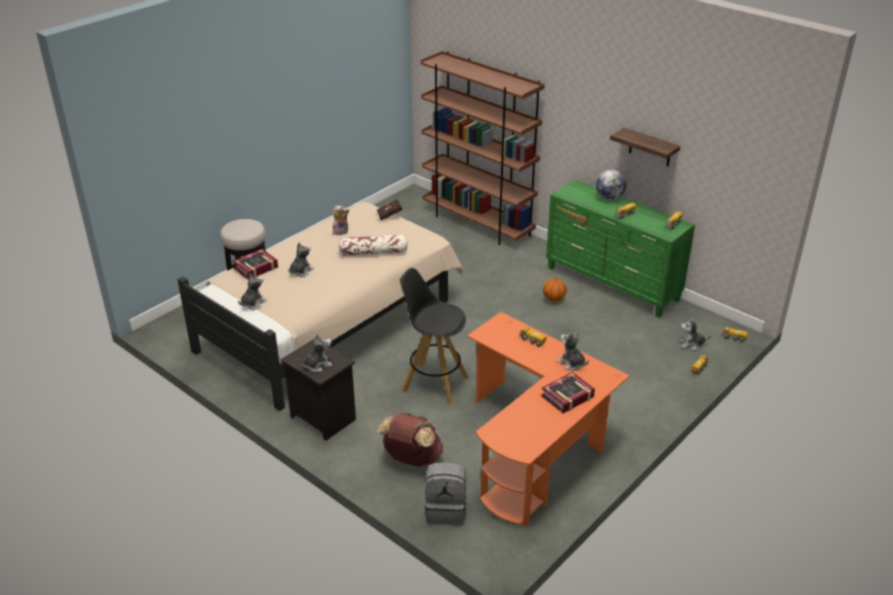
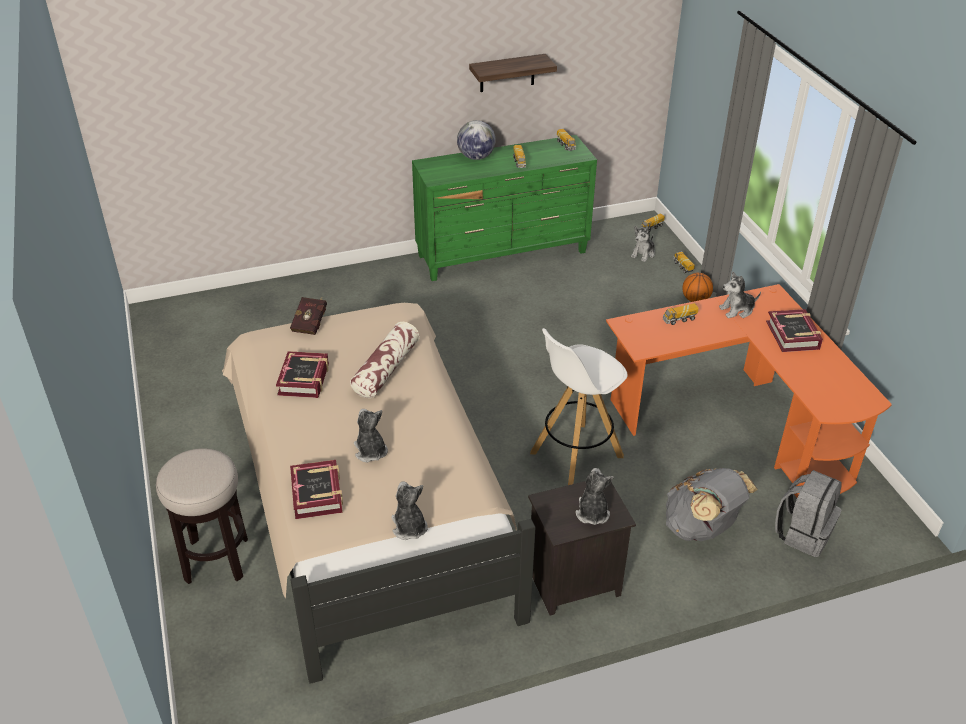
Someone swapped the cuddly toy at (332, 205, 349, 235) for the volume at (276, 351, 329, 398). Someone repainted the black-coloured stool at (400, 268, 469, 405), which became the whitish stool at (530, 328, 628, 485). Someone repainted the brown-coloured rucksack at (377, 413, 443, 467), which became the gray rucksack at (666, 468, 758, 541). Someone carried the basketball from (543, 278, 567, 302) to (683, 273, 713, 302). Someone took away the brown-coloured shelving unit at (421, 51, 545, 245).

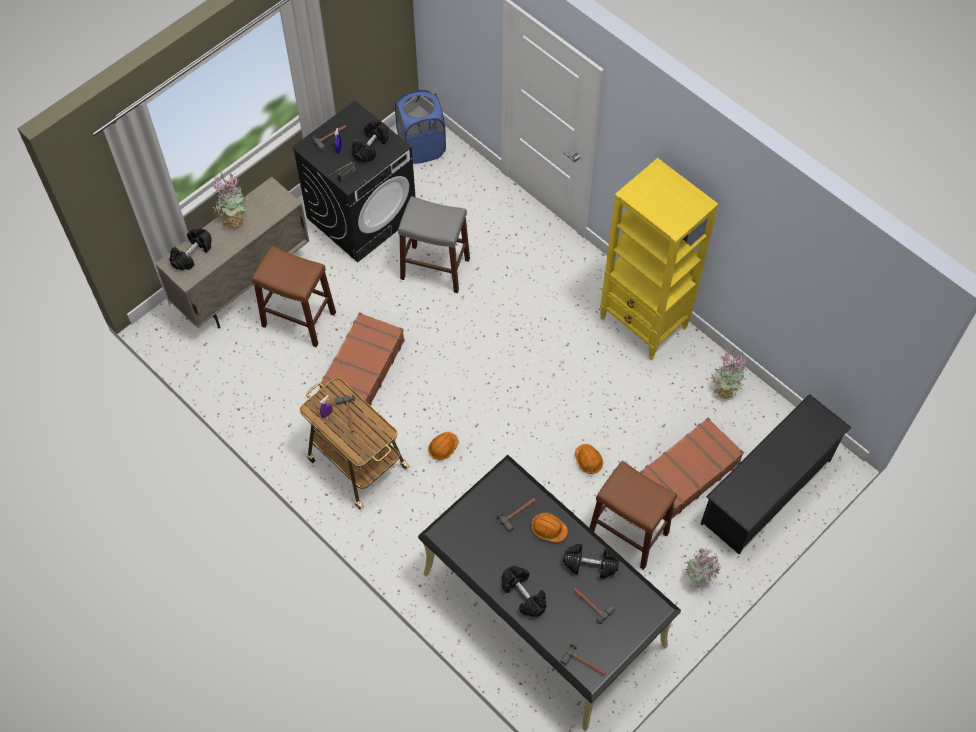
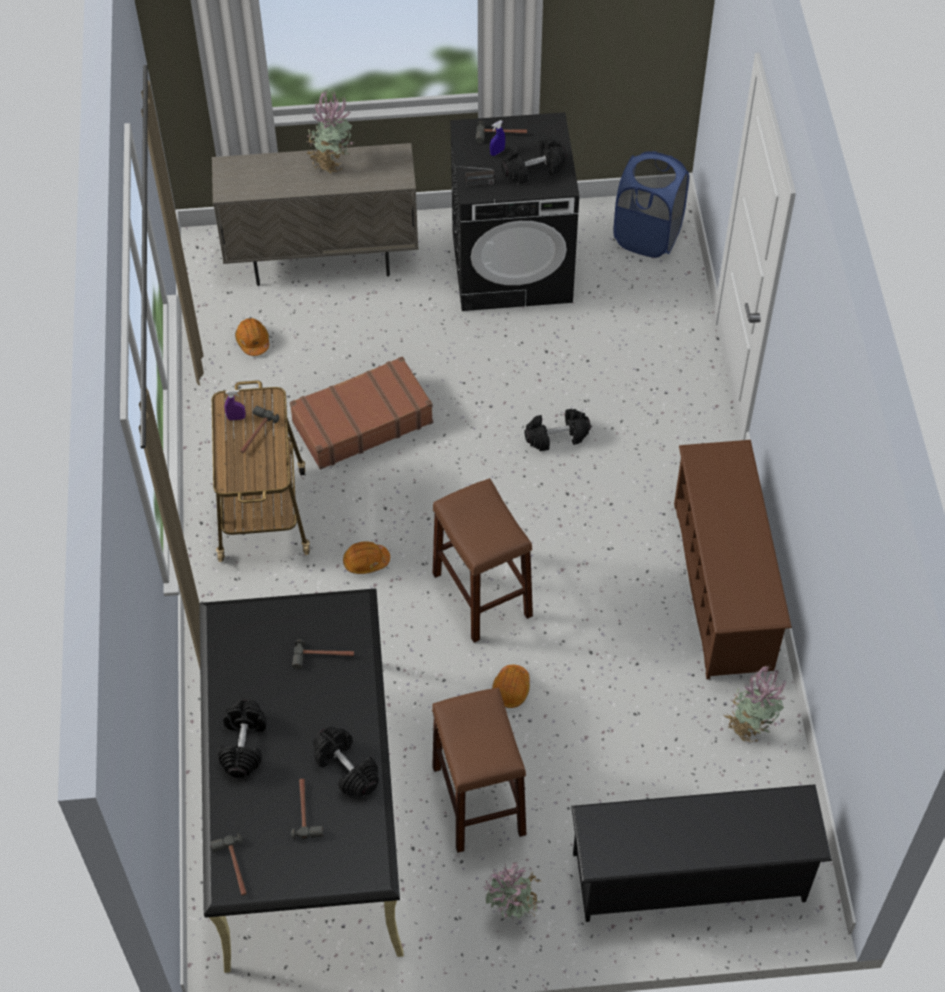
Someone carried the orange-coloured hard hat from (531, 512, 568, 543) to (235, 318, 269, 356). Someone carried the brown-coloured stool from (252, 246, 336, 347) to (433, 478, 533, 643). Someone carried the black-coloured hand weight from (169, 228, 212, 270) to (524, 409, 591, 451). Someone swapped the yellow shelving unit at (600, 158, 718, 360) for the brown-coloured shoe stand at (674, 440, 792, 679). Someone took away the gray stool at (398, 196, 470, 293). Someone took away the brown-coloured suitcase at (640, 418, 744, 518).

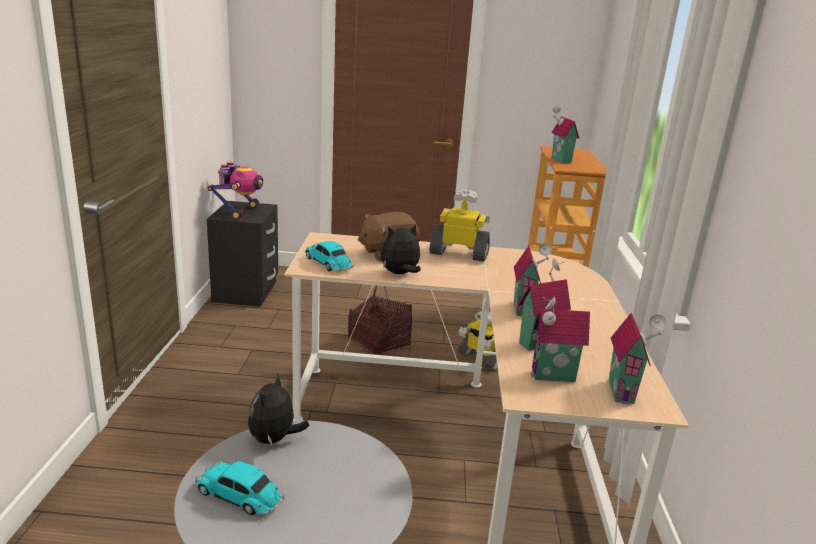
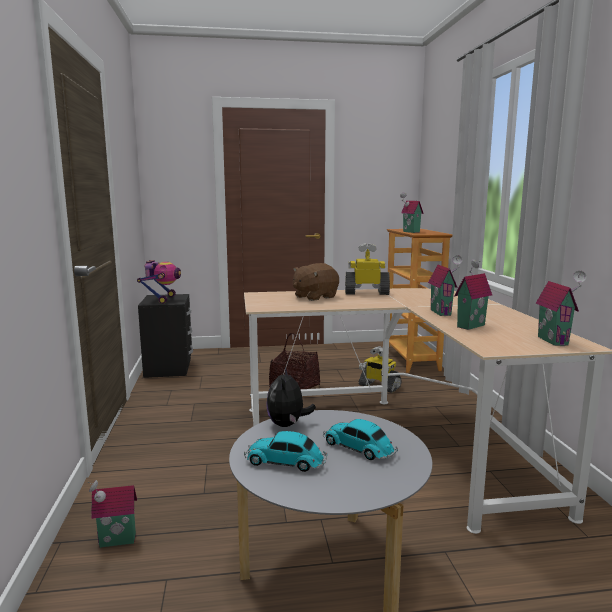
Someone carried the miniature house from (531, 296, 590, 382) to (88, 480, 137, 548). Someone carried the miniature car from (305, 241, 354, 271) to (323, 419, 398, 460). Someone took away the cuddly toy at (381, 224, 421, 274).

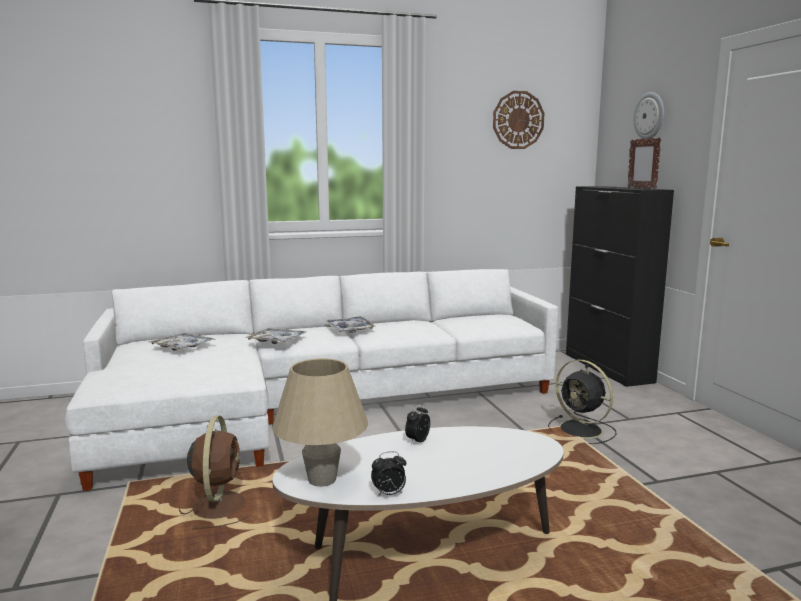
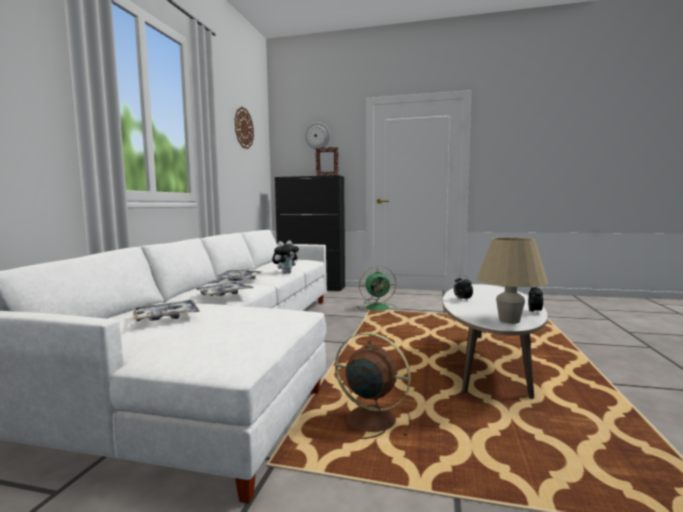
Someone put down the cuddly toy at (272, 241, 299, 274). Someone repainted the black-coloured fan at (548, 360, 616, 444), which became the greenish fan at (357, 266, 397, 312).

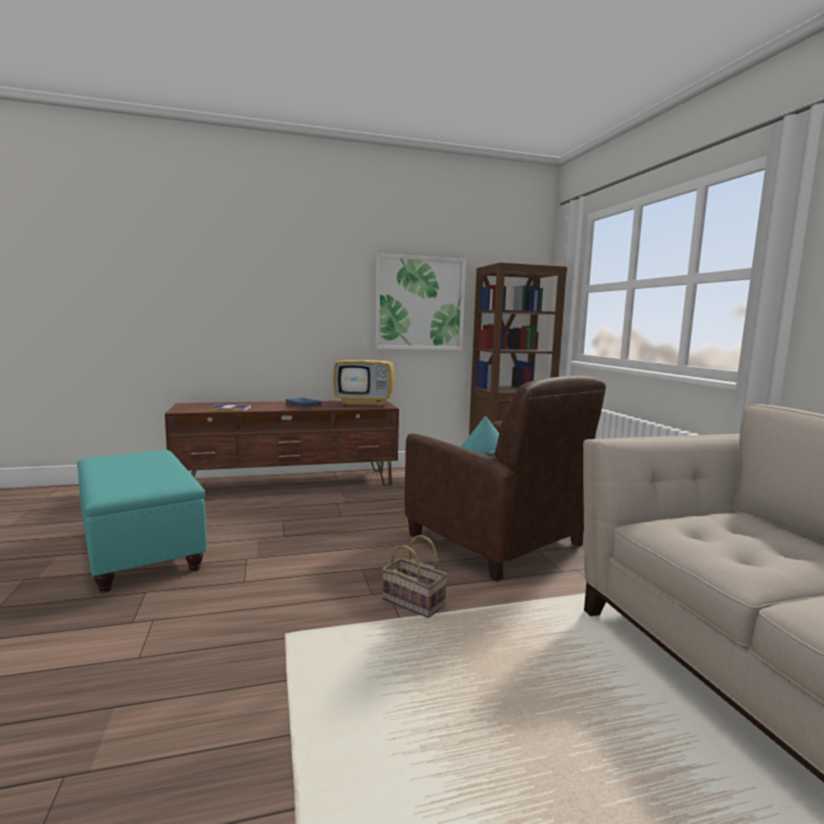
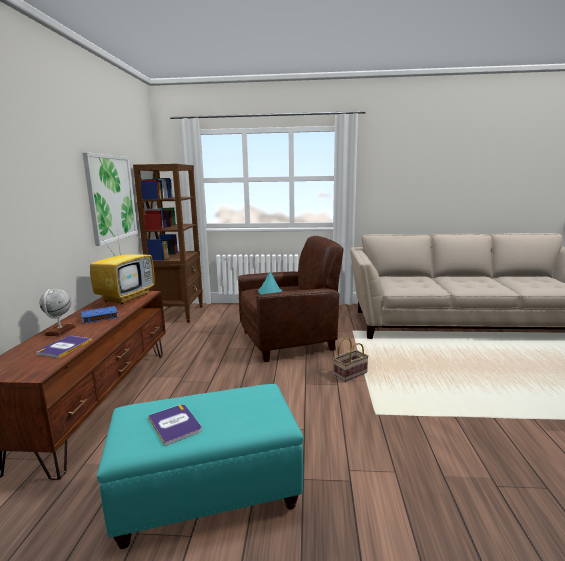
Someone put down the world globe at (40, 289, 76, 336). Someone put down the volume at (148, 404, 202, 446).

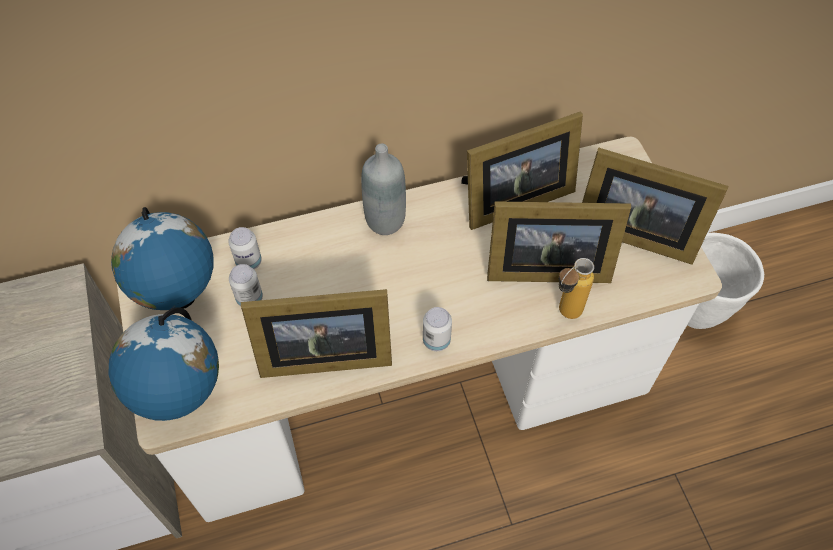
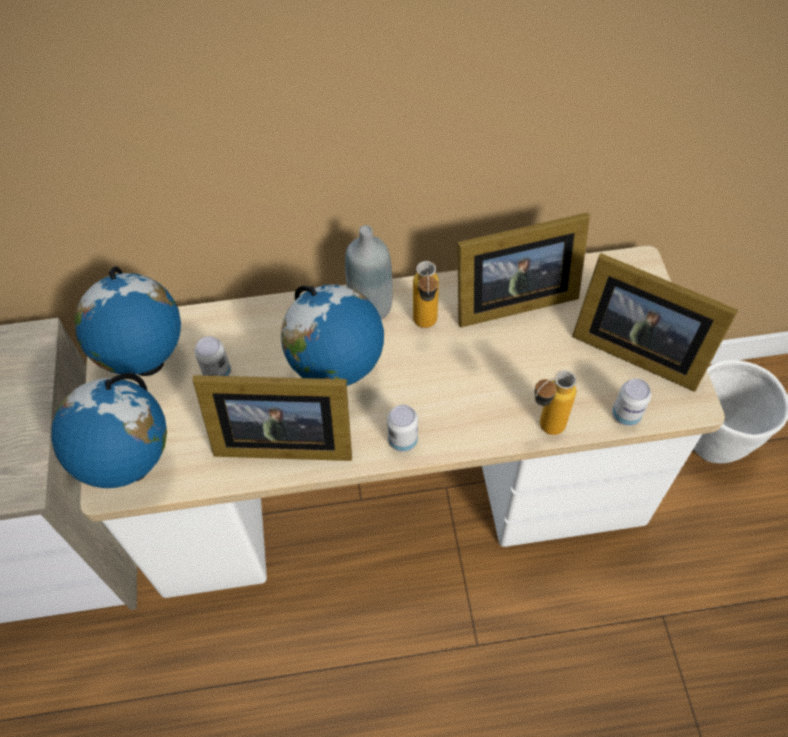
Someone put down the world globe at (281, 285, 384, 386). Someone put down the drink bottle at (413, 261, 439, 328). Someone carried the can from (228, 227, 262, 269) to (612, 379, 651, 426). Someone took away the picture frame at (487, 201, 631, 283).

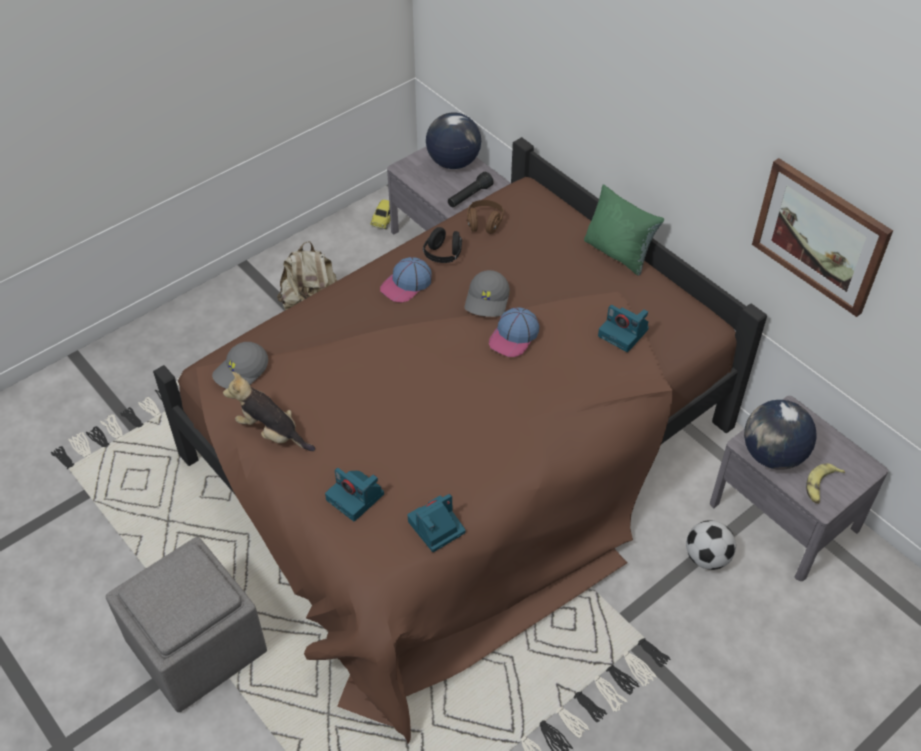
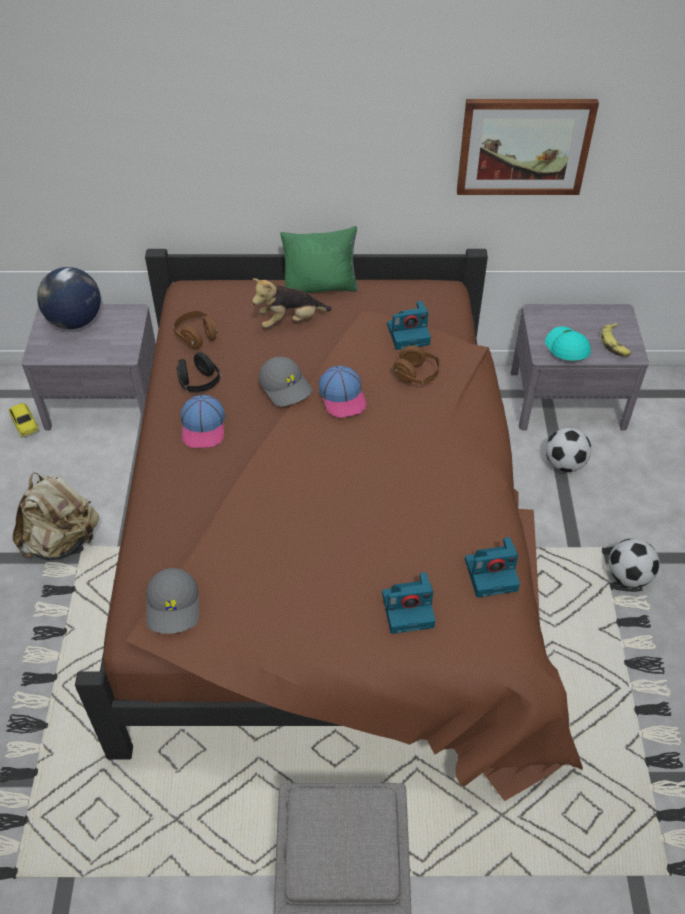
Someone carried the cuddly toy from (223, 372, 315, 451) to (252, 278, 332, 328). Someone put down the brown-coloured headphones at (393, 346, 441, 384). Someone rotated the still camera at (408, 494, 466, 552) by 105 degrees counterclockwise. Someone swapped the world globe at (744, 400, 817, 470) for the turquoise-coloured baseball cap at (545, 326, 591, 360). Someone put down the ball for football at (608, 539, 660, 587). Someone took away the black-coloured flashlight at (448, 172, 494, 207).

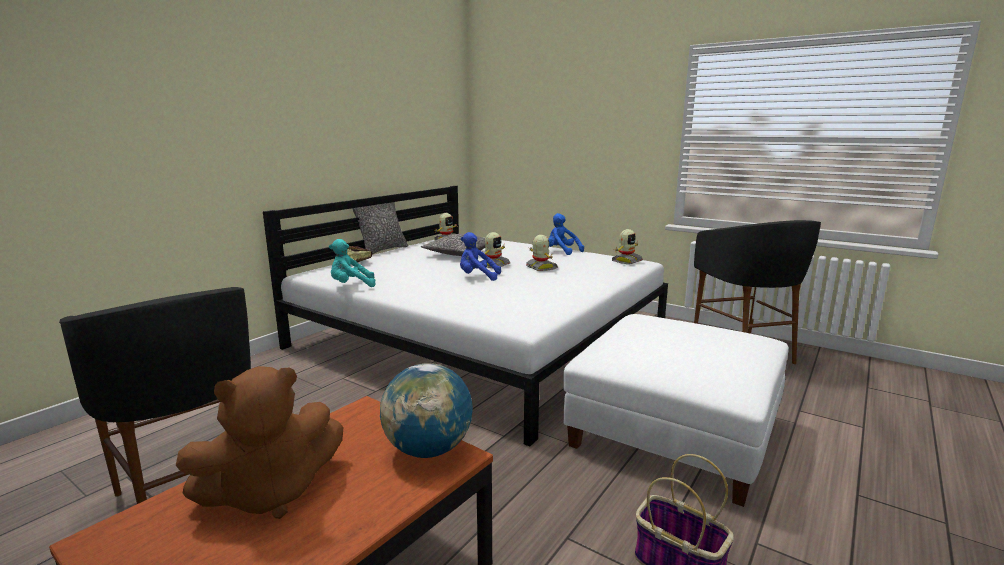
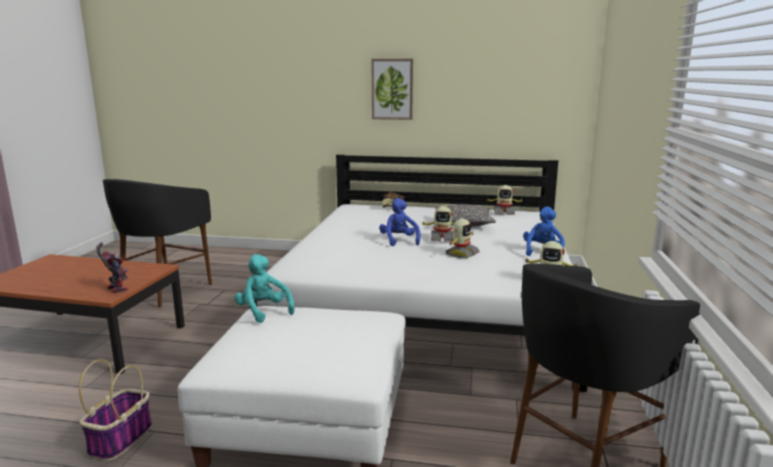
Someone swapped the world globe at (380, 363, 473, 458) for the model robot at (96, 242, 129, 293). Someone carried the turquoise-coloured cuddly toy from (329, 239, 376, 287) to (234, 254, 295, 323). Someone put up the wall picture at (372, 59, 413, 120). Someone took away the brown-coloured cuddly toy at (176, 366, 343, 519). Someone took away the pillow at (352, 202, 408, 254).

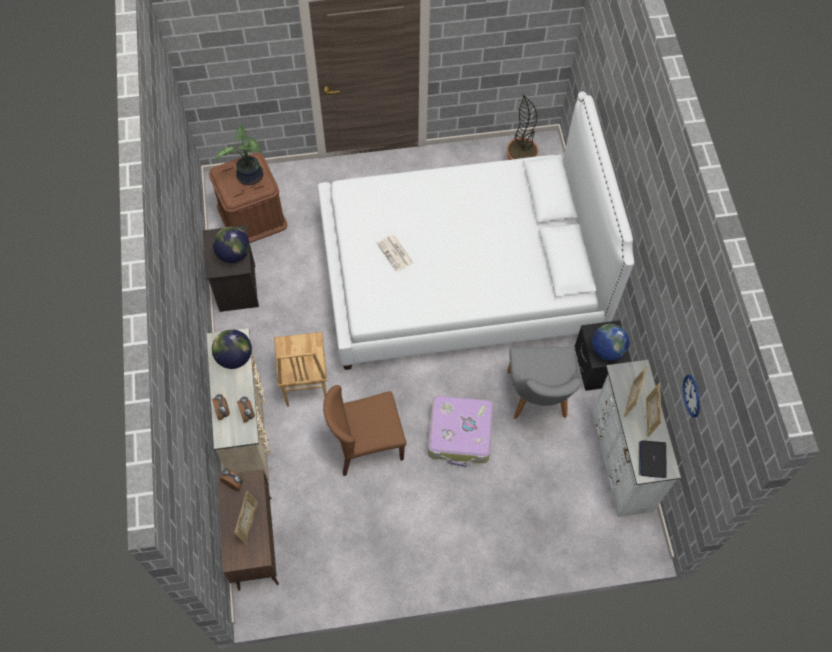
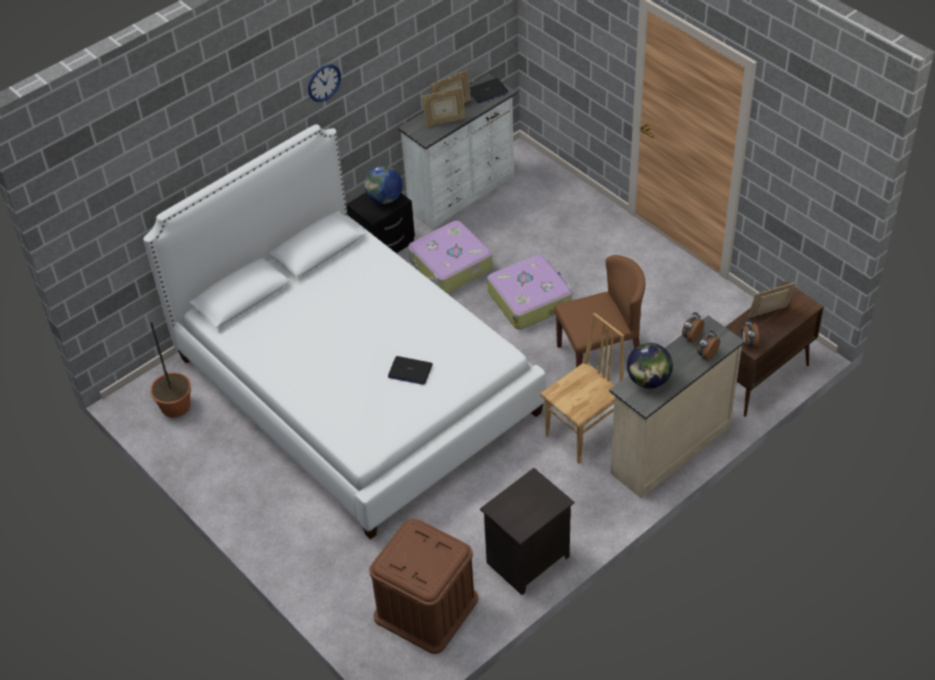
Someone carried the clock on the wall from (683, 375, 700, 418) to (308, 64, 341, 102). Someone swapped the printed paper at (377, 235, 414, 272) for the notebook computer at (388, 356, 433, 385). Someone swapped the gray upright chair at (507, 347, 583, 419) for the suitcase at (408, 220, 493, 293). Someone rotated the brown-coloured upright chair at (323, 385, 406, 476) by 60 degrees counterclockwise. Someone took away the world globe at (213, 227, 250, 263). Someone took away the potted plant at (215, 124, 263, 185).

